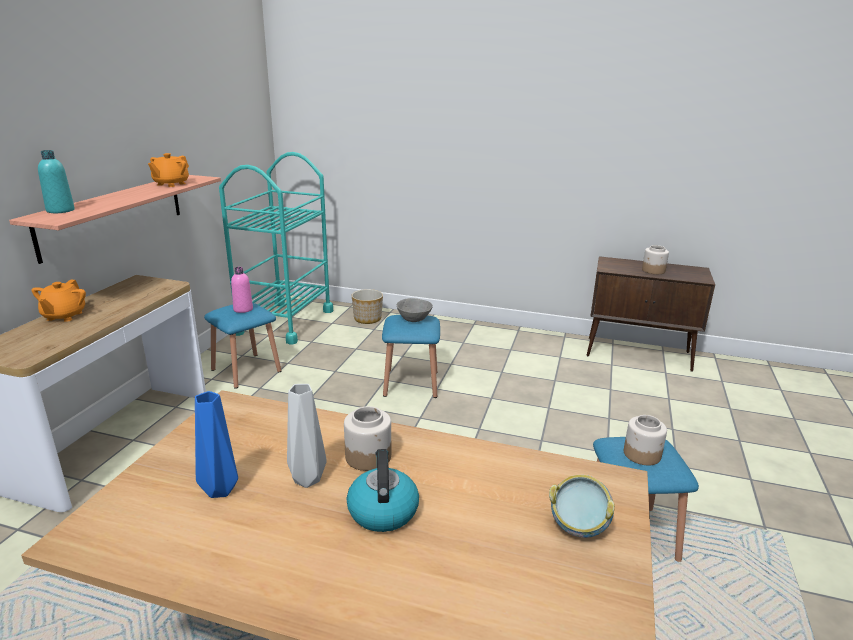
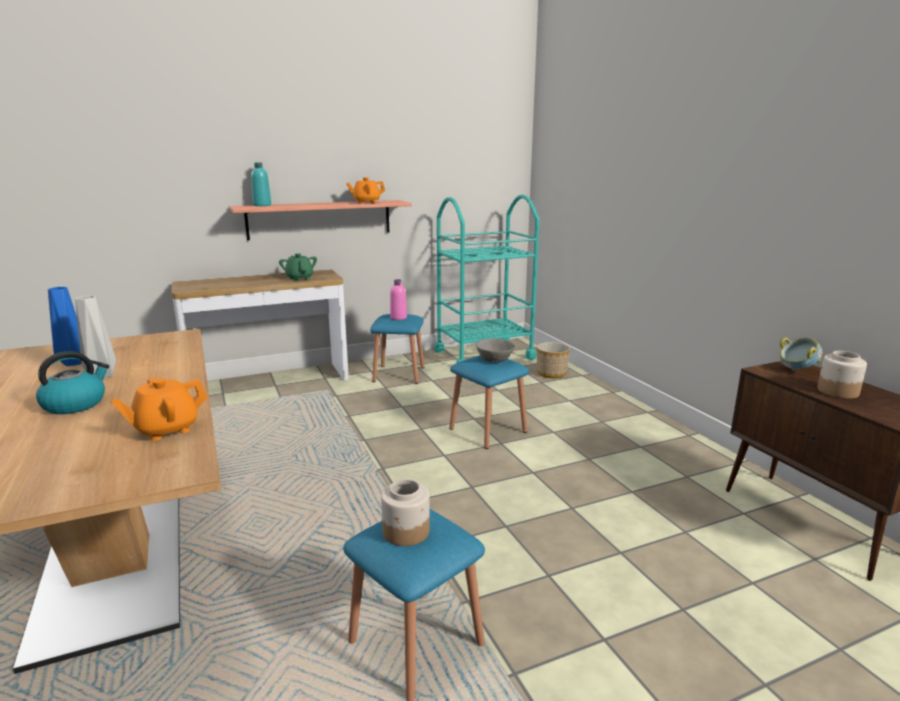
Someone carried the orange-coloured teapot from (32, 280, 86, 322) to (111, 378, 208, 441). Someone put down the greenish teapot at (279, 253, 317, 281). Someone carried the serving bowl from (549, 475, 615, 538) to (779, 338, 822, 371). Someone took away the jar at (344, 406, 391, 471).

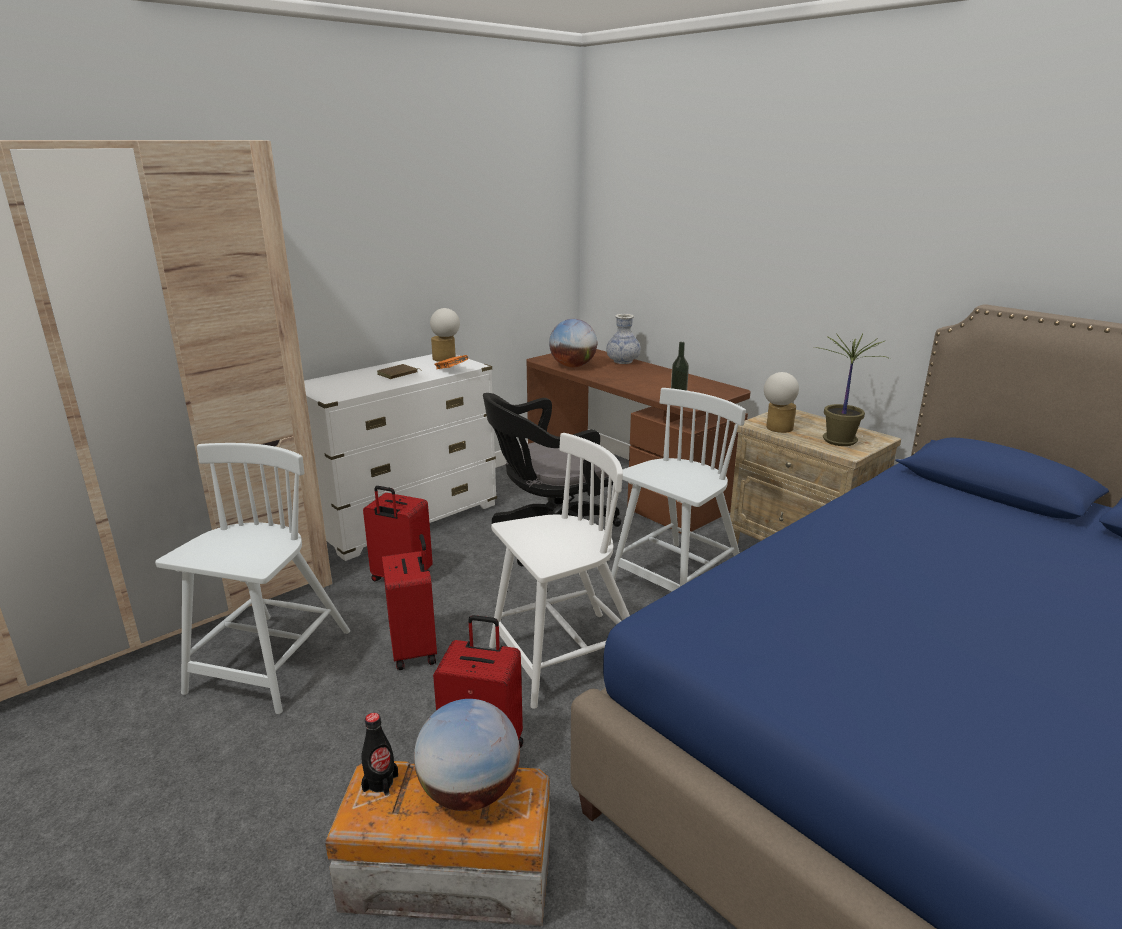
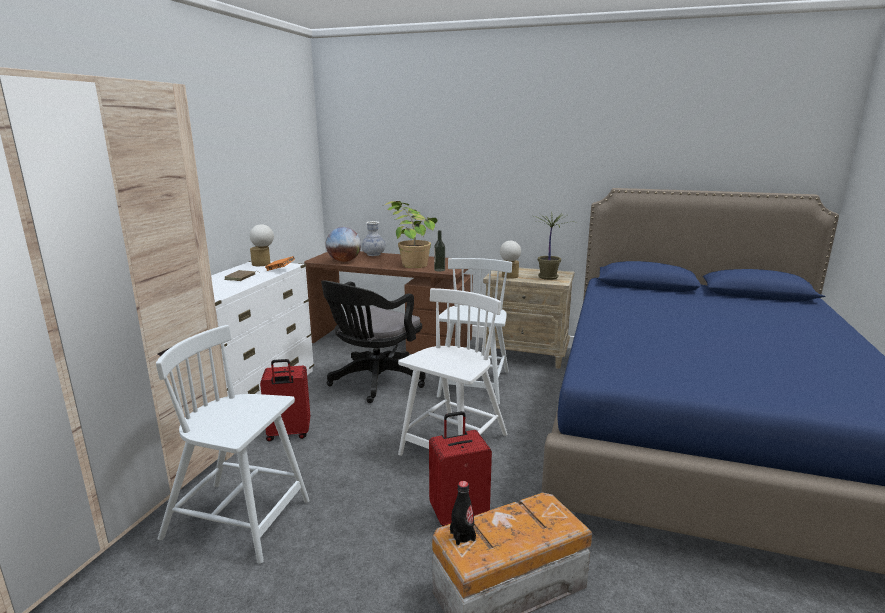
Someone rotated the whitish upright chair at (155, 443, 350, 714) by 60 degrees counterclockwise. Someone put down the potted plant at (383, 201, 437, 268). Someone took away the red-coloured suitcase at (382, 534, 437, 670). Someone took away the world globe at (414, 699, 520, 811).

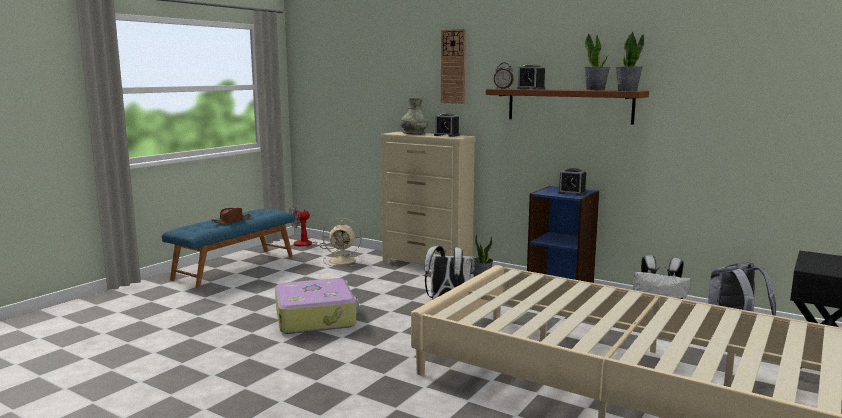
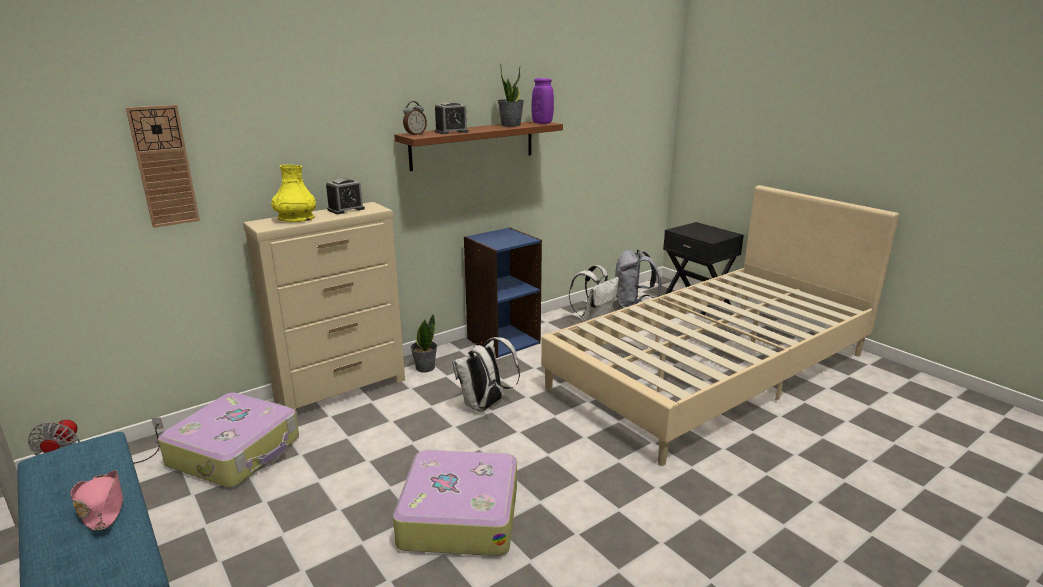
Someone repainted the brown-coloured clothing hat at (211, 208, 252, 224), which became the pink-coloured clothing hat at (70, 470, 123, 531). Someone carried the clock on the wall from (441, 29, 466, 104) to (126, 105, 200, 228). Someone swapped the beige-coloured fan at (322, 218, 363, 267) for the suitcase at (158, 393, 299, 487). Someone repainted the gray vase at (400, 98, 428, 135), which became the yellow vase at (271, 164, 316, 222). Someone swapped the potted plant at (616, 31, 644, 91) for the purplish vase at (531, 78, 554, 124). Someone took away the table clock at (558, 168, 586, 196).

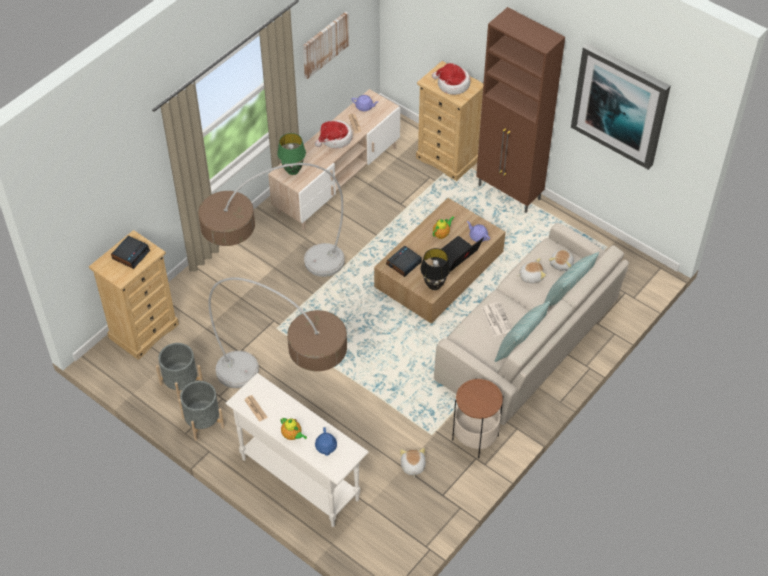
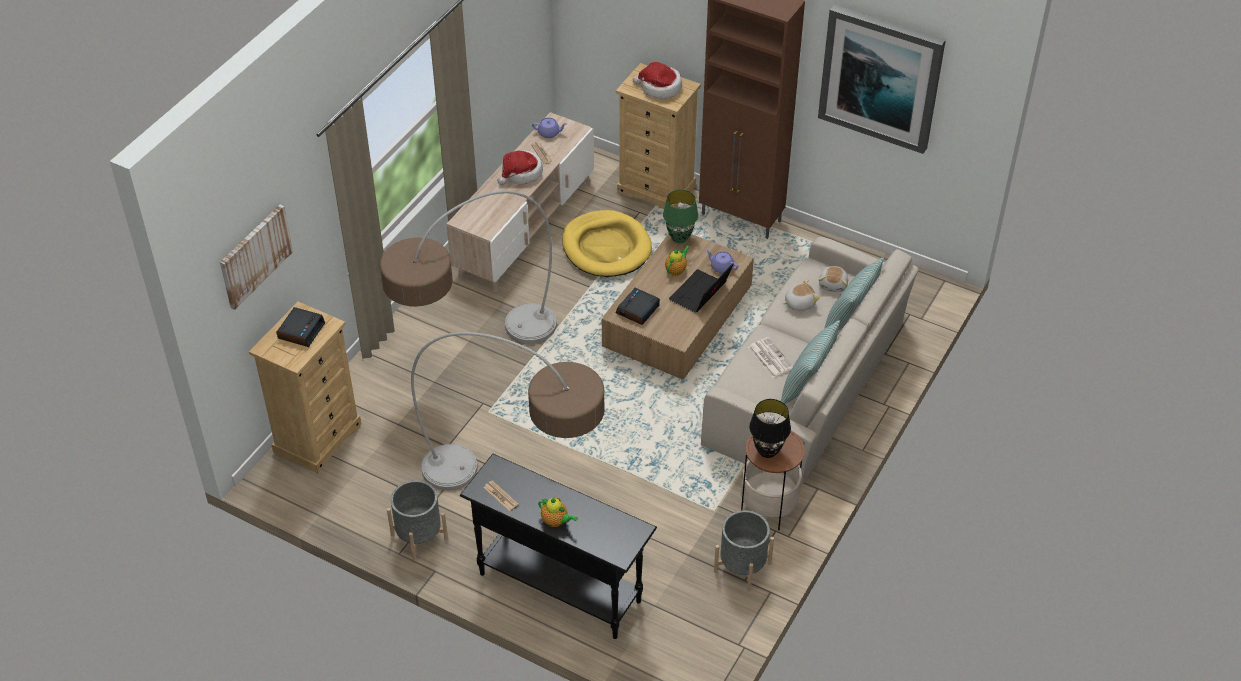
Someone carried the wall picture from (303, 11, 349, 79) to (220, 205, 293, 310). Someone repainted the whitish console table at (225, 373, 369, 527), which became the black-coloured console table at (460, 454, 657, 639). Someone put down the yellow dog cushion at (562, 210, 652, 277). Someone carried the greenish table lamp from (277, 133, 306, 175) to (663, 189, 699, 243). Someone carried the gray planter from (156, 343, 203, 402) to (714, 510, 774, 592). Someone carried the black-coloured table lamp from (420, 248, 450, 290) to (749, 399, 791, 458). Someone took away the bluish teapot at (315, 427, 337, 456). Someone took away the cuddly toy at (400, 448, 426, 478).

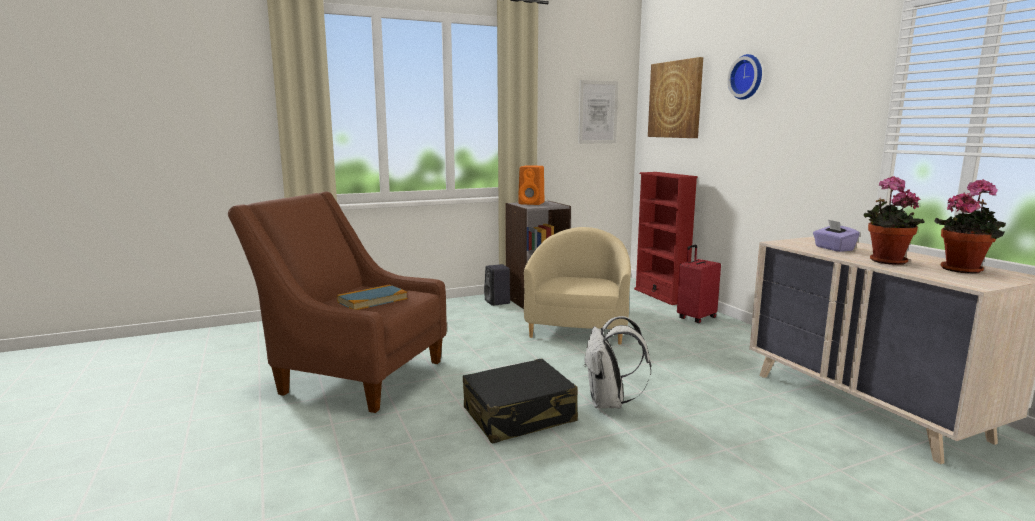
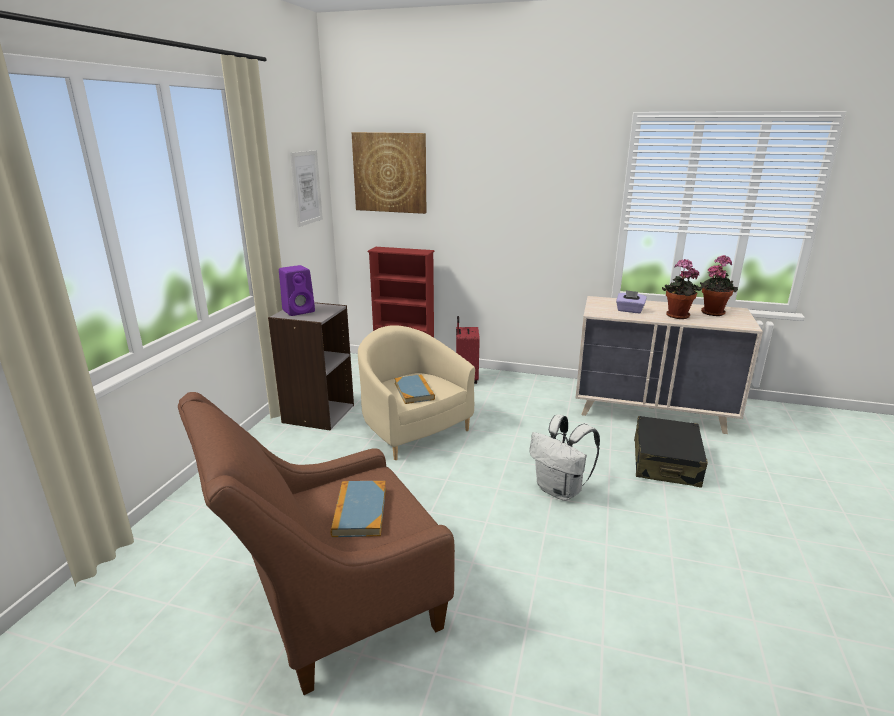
Someone repainted the orange-coloured loudspeaker at (518, 165, 544, 205), which became the purplish loudspeaker at (279, 265, 315, 316). Someone put down the volume at (394, 374, 435, 404). Someone carried the black-coloured suitcase from (463, 359, 578, 444) to (634, 416, 708, 487). Someone took away the black-coloured loudspeaker at (484, 264, 510, 306). Someone took away the clock on the wall at (728, 54, 762, 100).

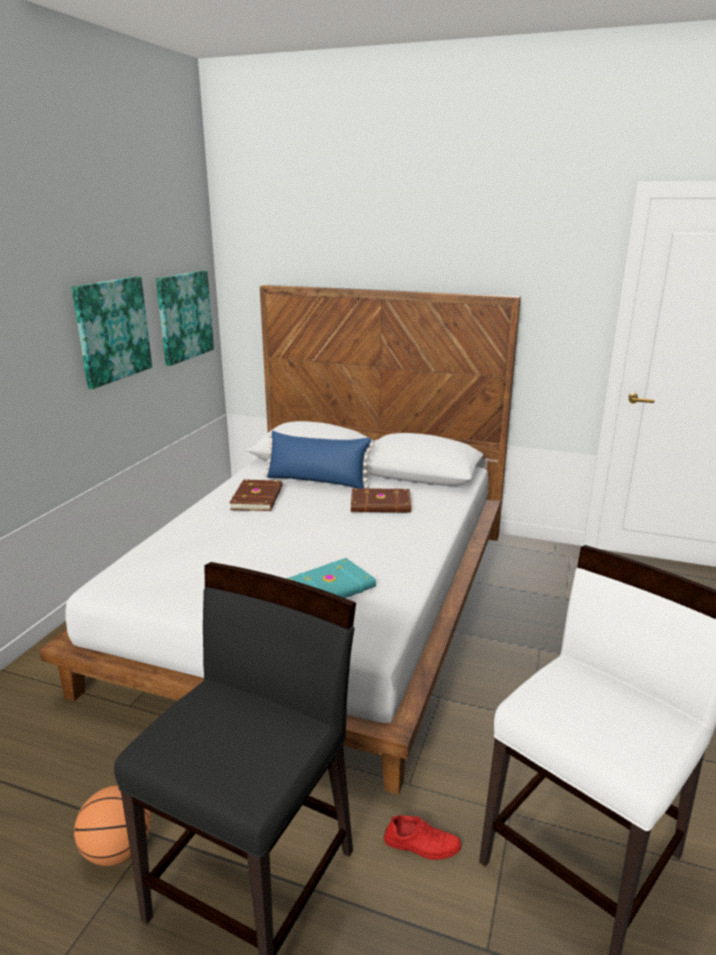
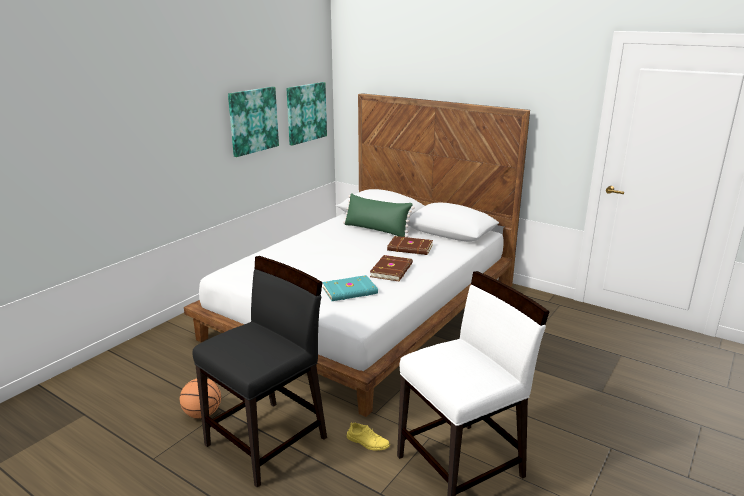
Someone repainted the bluish pillow at (264, 431, 374, 488), which became the greenish pillow at (343, 193, 415, 237). Someone repainted the red-coloured item of footwear at (384, 815, 461, 860), which became the yellow item of footwear at (347, 422, 390, 451). Someone carried the brown-coloured volume from (229, 479, 283, 511) to (370, 255, 413, 281).

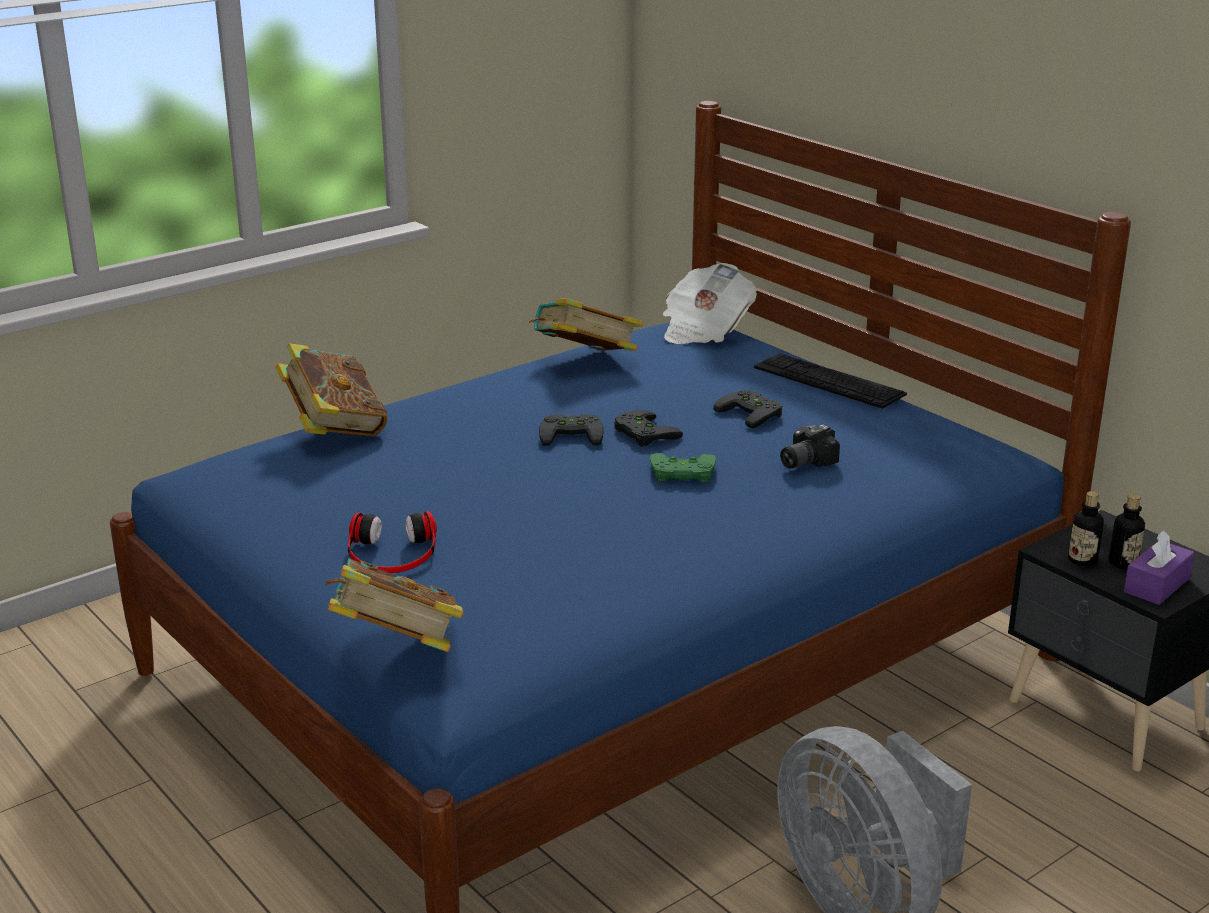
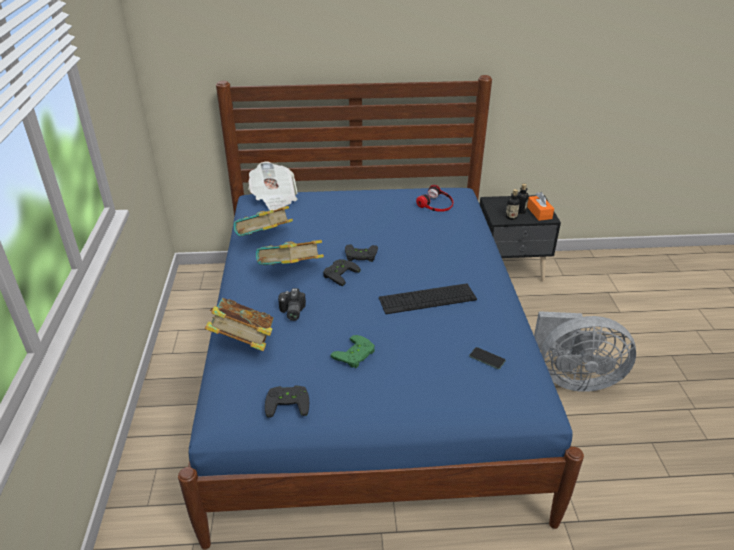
Someone carried the volume from (325, 559, 464, 652) to (256, 240, 324, 265). Someone carried the black-coloured joypad from (713, 390, 783, 428) to (265, 386, 309, 418). Someone carried the still camera from (780, 424, 840, 468) to (278, 288, 306, 321). Someone carried the greenish joypad from (650, 453, 716, 483) to (330, 335, 375, 368). Someone carried the computer keyboard from (754, 354, 907, 409) to (379, 283, 477, 314). Someone carried the headphones from (348, 511, 437, 573) to (416, 185, 453, 212). Someone put down the phone at (469, 347, 506, 369). Someone repainted the purplish box of tissues at (1124, 530, 1195, 605), which became the orange-coloured box of tissues at (527, 192, 554, 221).

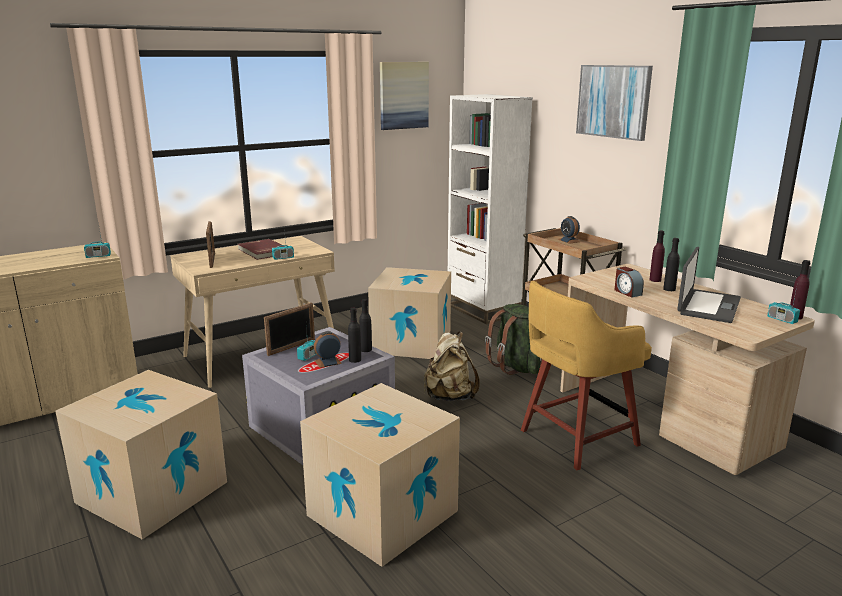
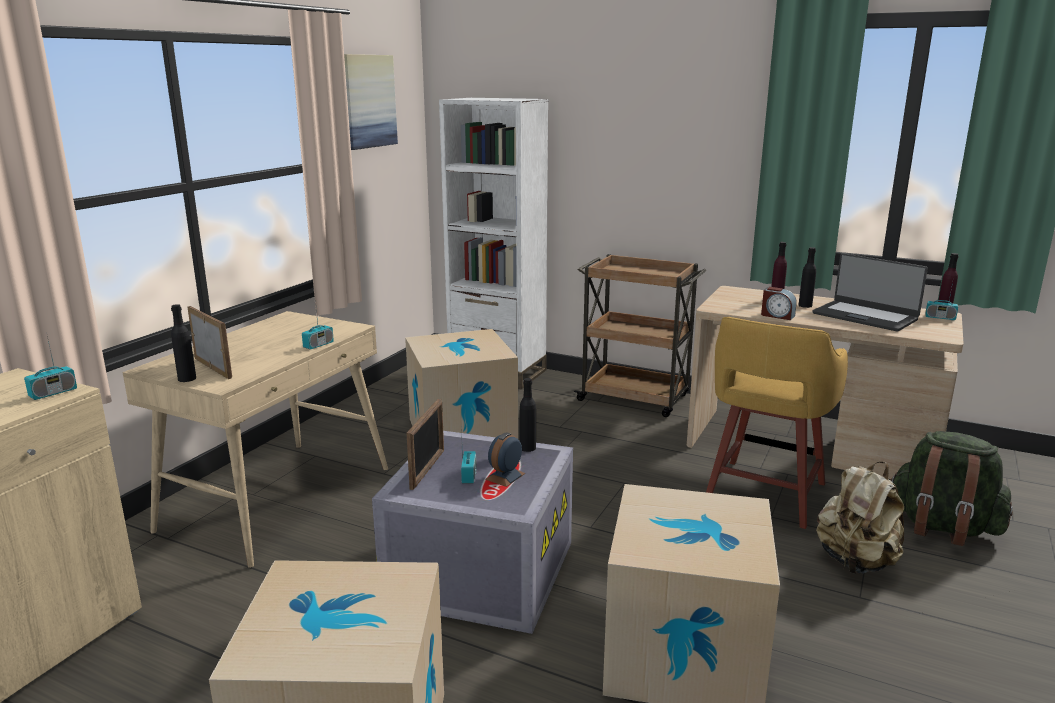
Someone carried the black-coloured drink bottle from (348, 308, 361, 363) to (171, 304, 196, 382). Someone rotated the notebook computer at (677, 247, 741, 323) by 135 degrees clockwise. Someone carried the beige-coloured rucksack from (424, 332, 480, 401) to (816, 462, 904, 574). Someone carried the greenish rucksack from (485, 304, 543, 375) to (890, 431, 1013, 546). Someone took away the red-coloured volume at (238, 239, 285, 260). Someone took away the table clock at (558, 216, 580, 244). Someone took away the wall picture at (576, 65, 653, 141).

